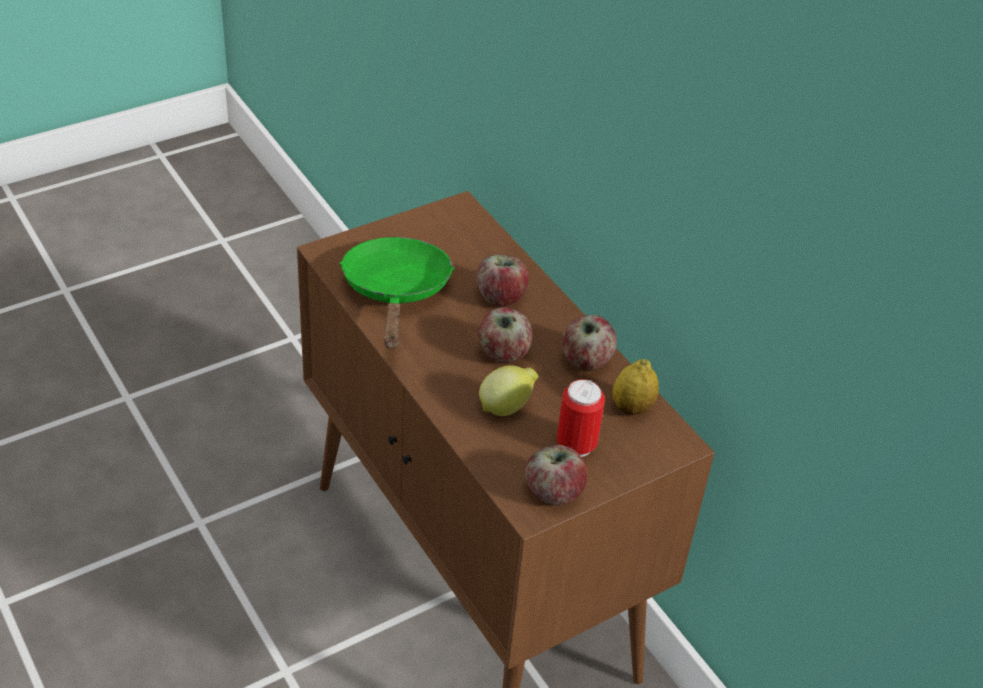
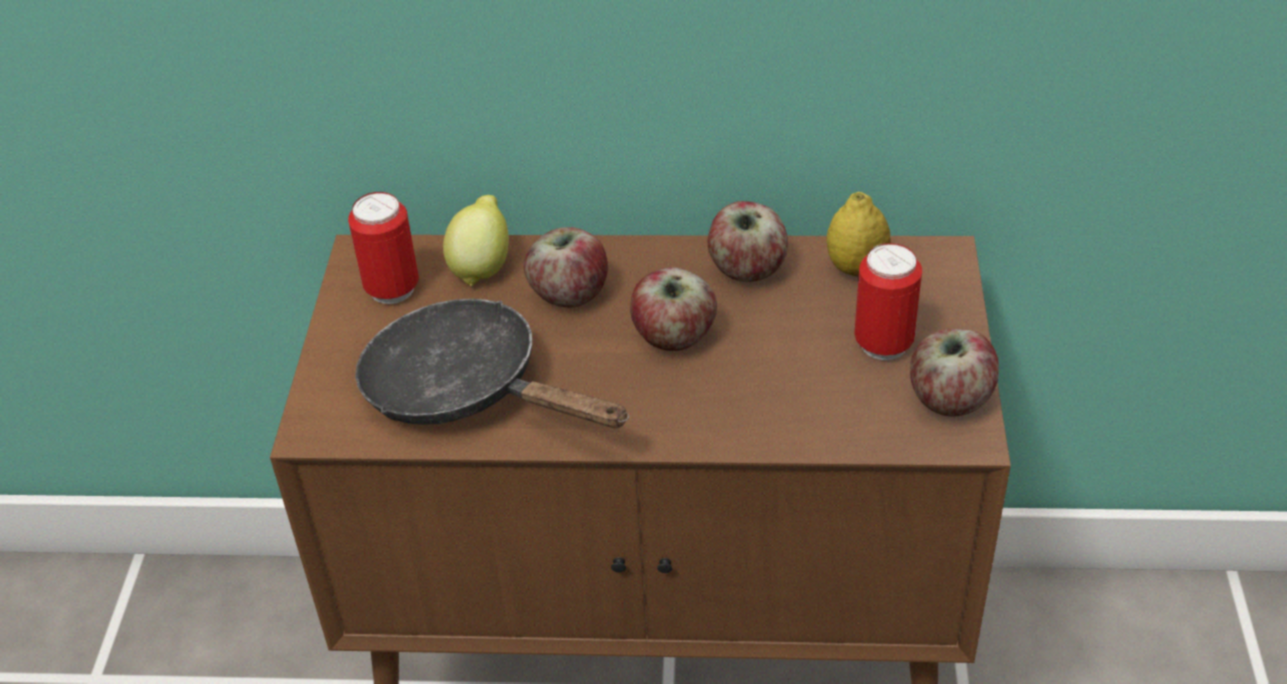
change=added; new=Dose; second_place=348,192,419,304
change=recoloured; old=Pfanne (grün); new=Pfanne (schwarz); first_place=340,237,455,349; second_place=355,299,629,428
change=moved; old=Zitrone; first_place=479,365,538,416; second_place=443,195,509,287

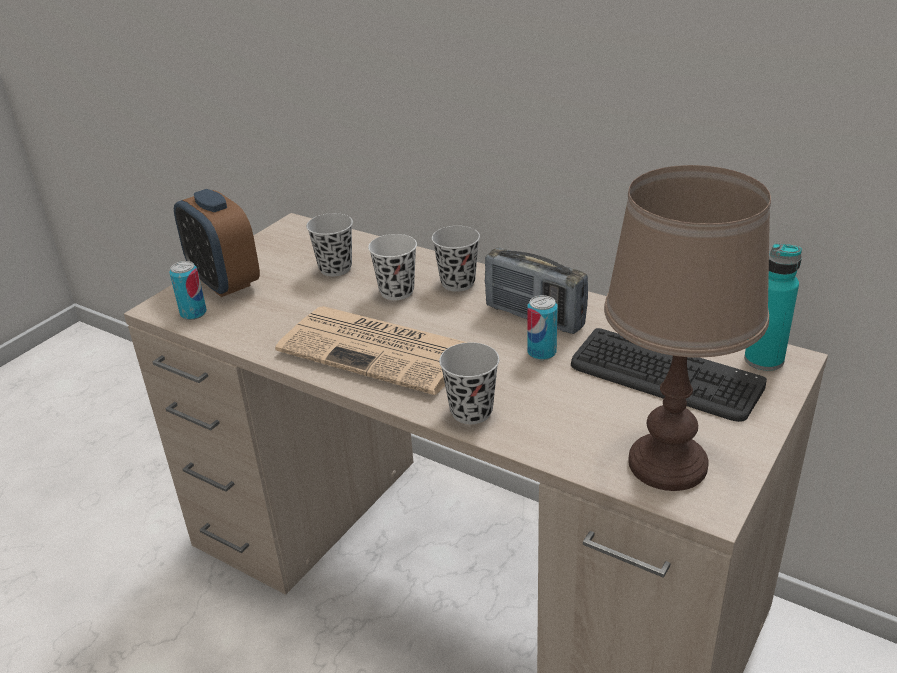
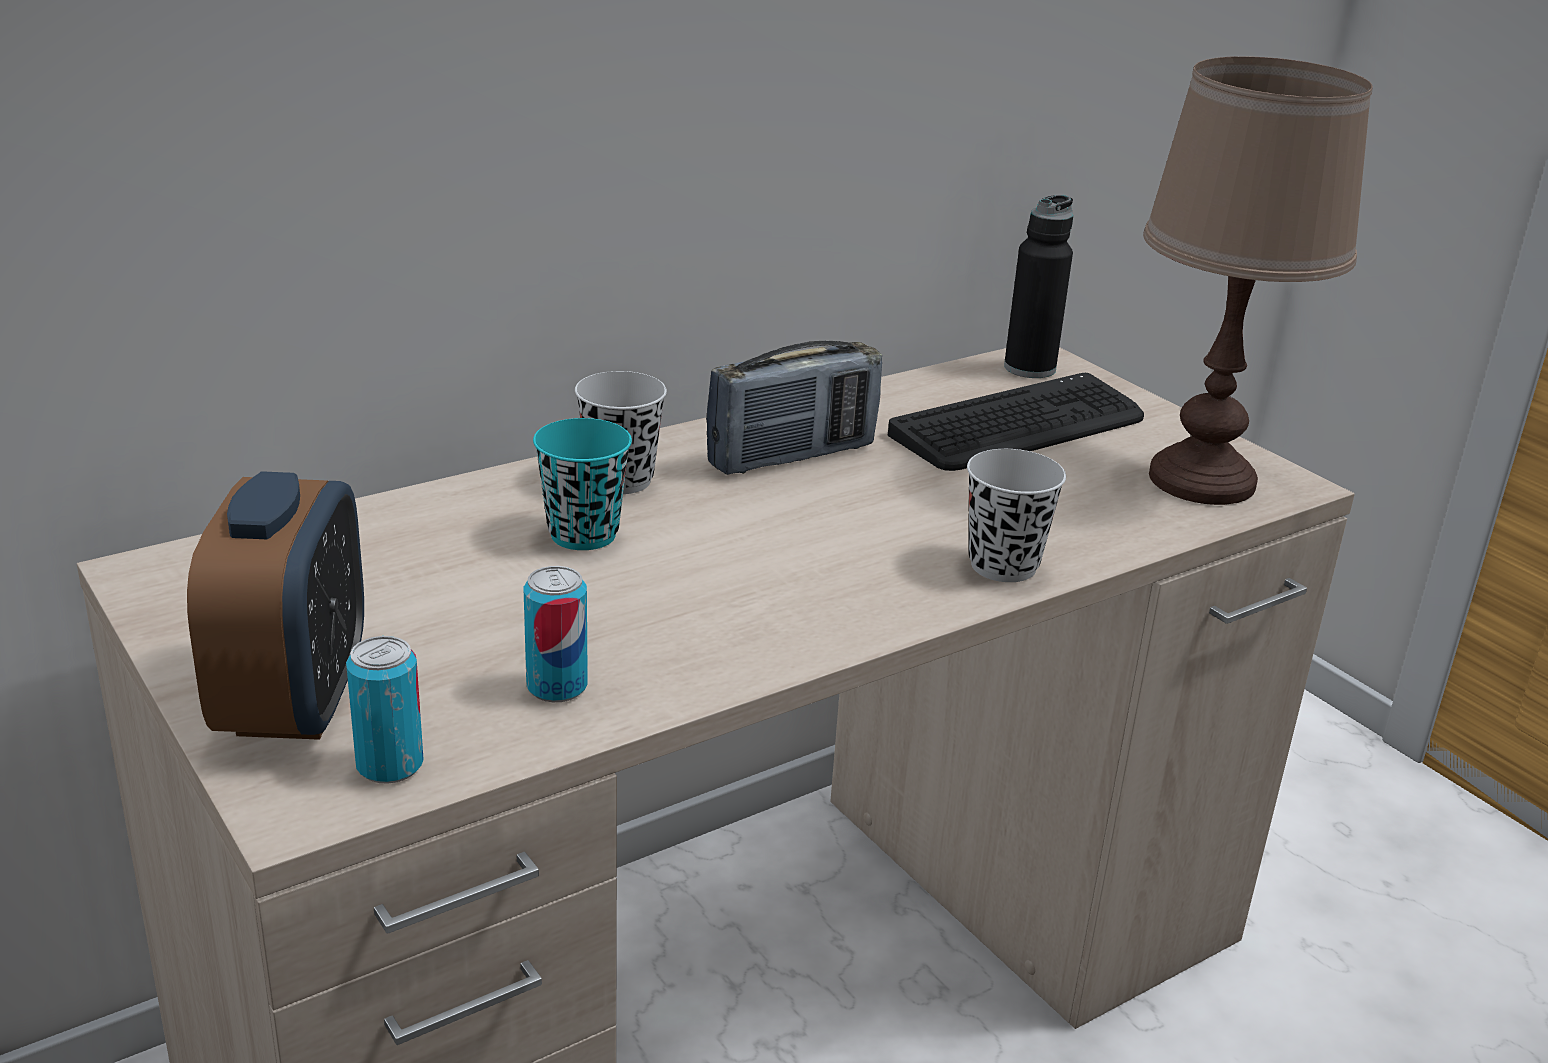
change=turned; old=Wecker; first_place=174,189,260,297; second_place=187,471,364,740; degrees=-75
change=moved; old=Dose; first_place=527,295,557,360; second_place=524,566,588,702
change=recoloured; old=Tasse (weiß); new=Tasse (türkis); first_place=368,234,417,300; second_place=533,418,632,550
change=recoloured; old=Flasche (türkis); new=Flasche (schwarz); first_place=744,243,802,371; second_place=1004,195,1073,378
change=removed; old=Zeitung; first_place=275,306,468,395
change=removed; old=Tasse (schwarz); first_place=306,213,353,276

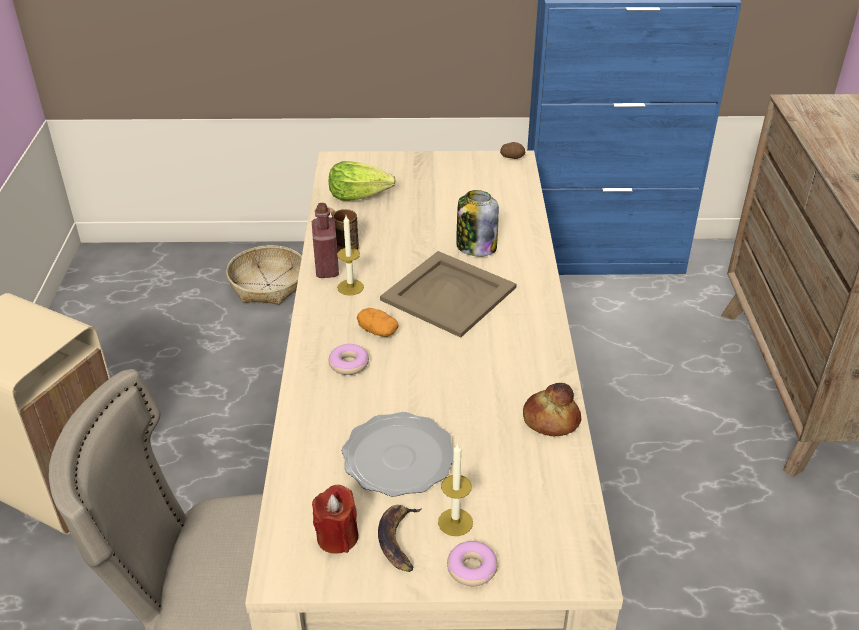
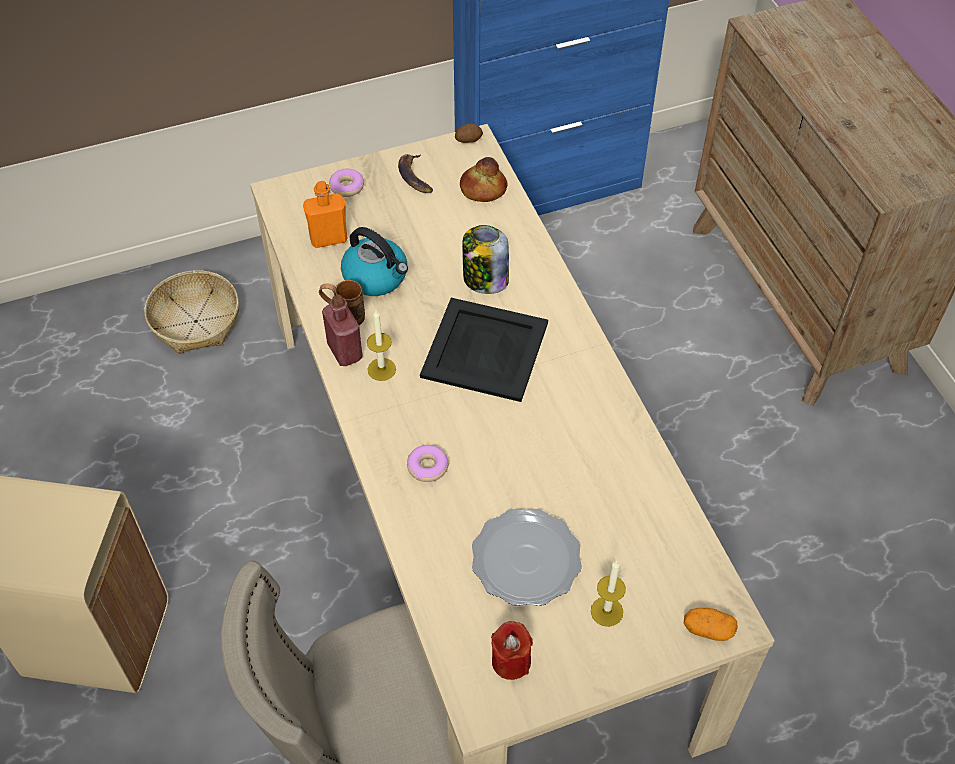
change=replaced; old=Salatkopf; new=Flasche (orange); first_place=329,161,396,201; second_place=303,181,348,248
change=moved; old=Donut; first_place=447,541,498,586; second_place=329,169,364,197
change=added; new=Wasserkessel; second_place=341,227,408,296
change=moved; old=Banane; first_place=378,505,422,572; second_place=398,154,433,193
change=recoloured; old=Tablett (beige); new=Tablett (schwarz); first_place=380,251,517,338; second_place=420,298,548,402
change=moved; old=Brot; first_place=523,383,581,436; second_place=460,157,507,202
change=moved; old=Kartoffel; first_place=357,308,399,337; second_place=684,608,737,641

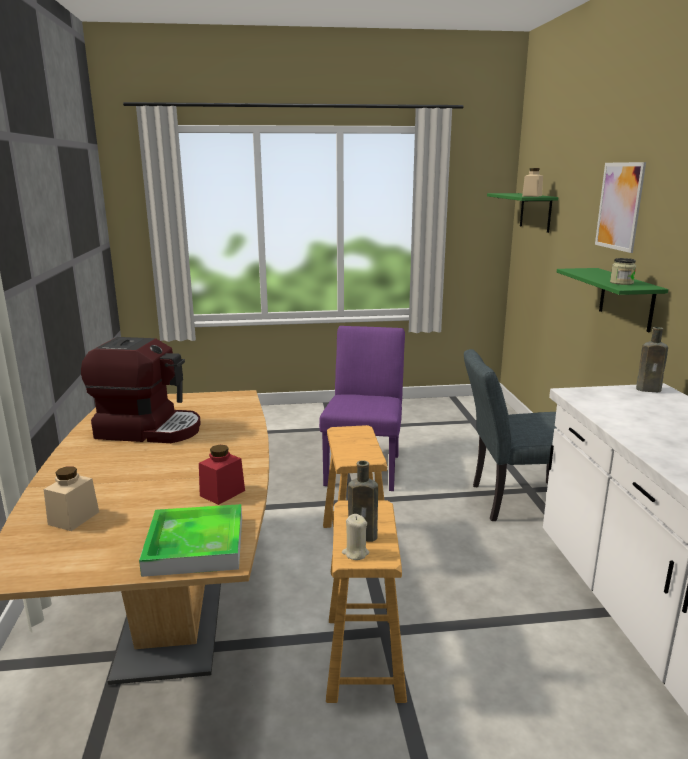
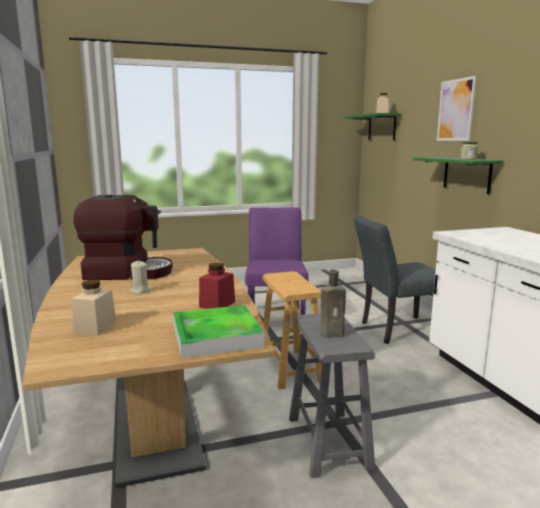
change=moved; old=Kerze (beige); first_place=342,514,369,560; second_place=130,260,151,294
change=recoloured; old=Hocker (braun); new=Hocker (grau); first_place=326,501,407,703; second_place=289,313,375,478
change=removed; old=Flasche (braun); first_place=636,327,668,392

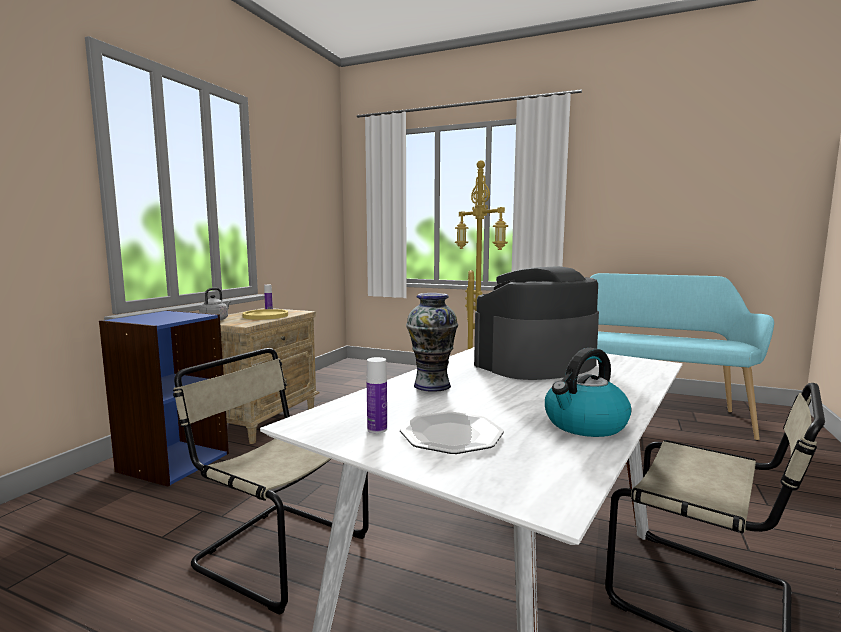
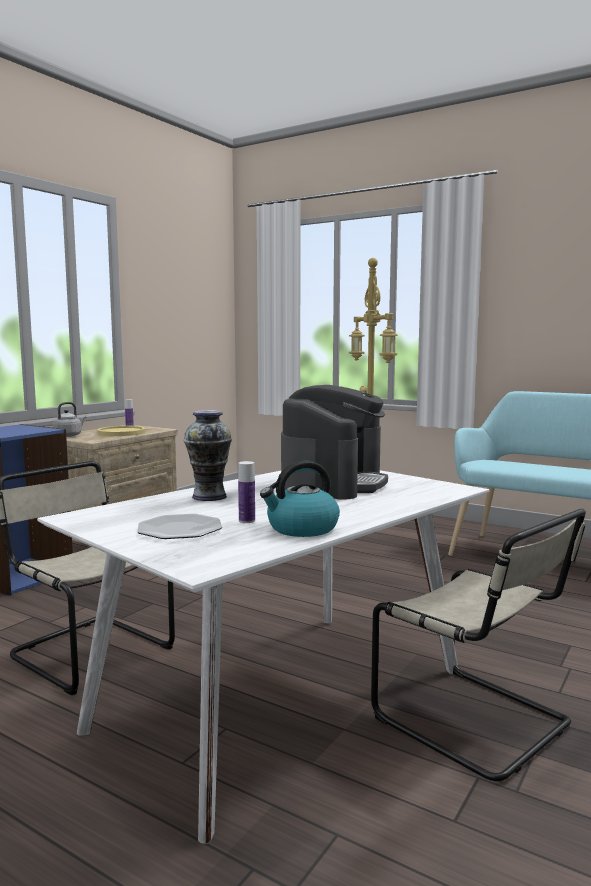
change=moved; old=Flasche; first_place=367,357,387,433; second_place=238,461,255,523
change=turned; old=Kaffeemaschine; first_place=474,266,599,380; second_place=281,385,388,500; degrees=135

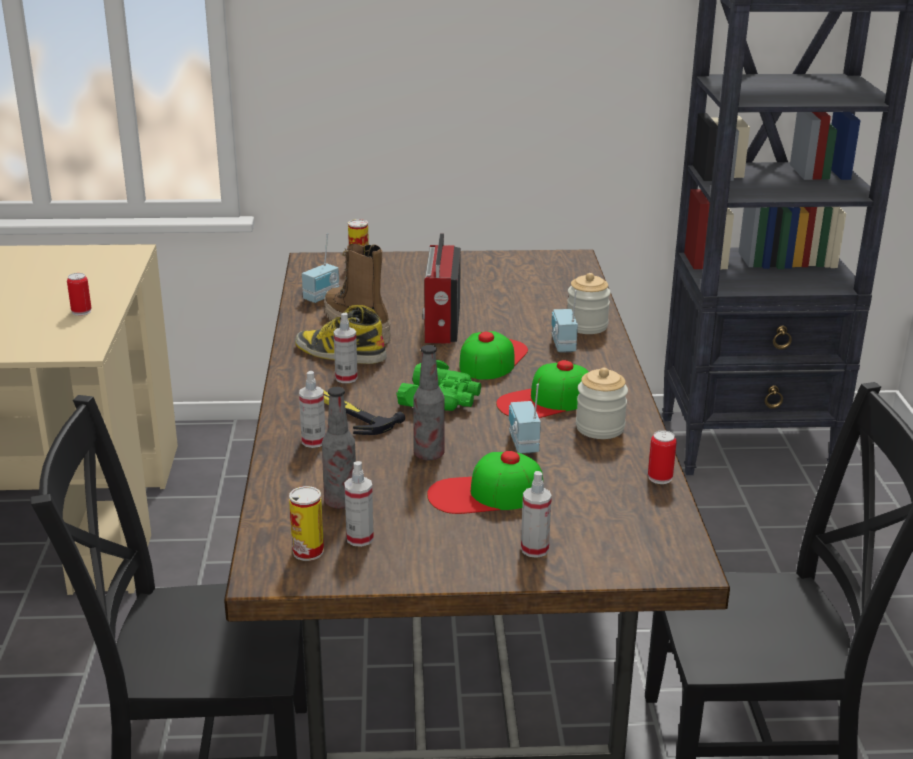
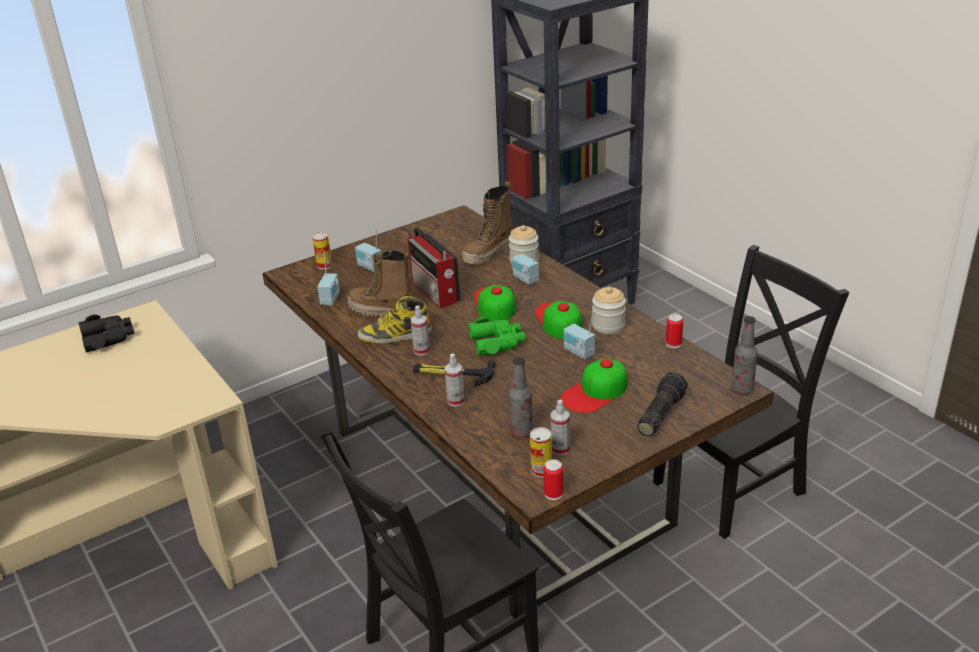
change=added; new=Fernglas (schwarz); second_place=78,315,134,353
change=added; new=Radio; second_place=355,229,381,272
change=added; new=Stiefel; second_place=462,182,513,265
change=turned; old=Kappe; first_place=496,360,589,418; second_place=535,301,583,339; degrees=135
change=moved; old=Dose; first_place=67,273,91,316; second_place=543,459,563,500
change=replaced; old=Sprühflasche; new=Taschenlampe; first_place=521,471,552,558; second_place=637,372,688,436
change=moved; old=Flasche; first_place=413,345,445,460; second_place=731,316,758,395

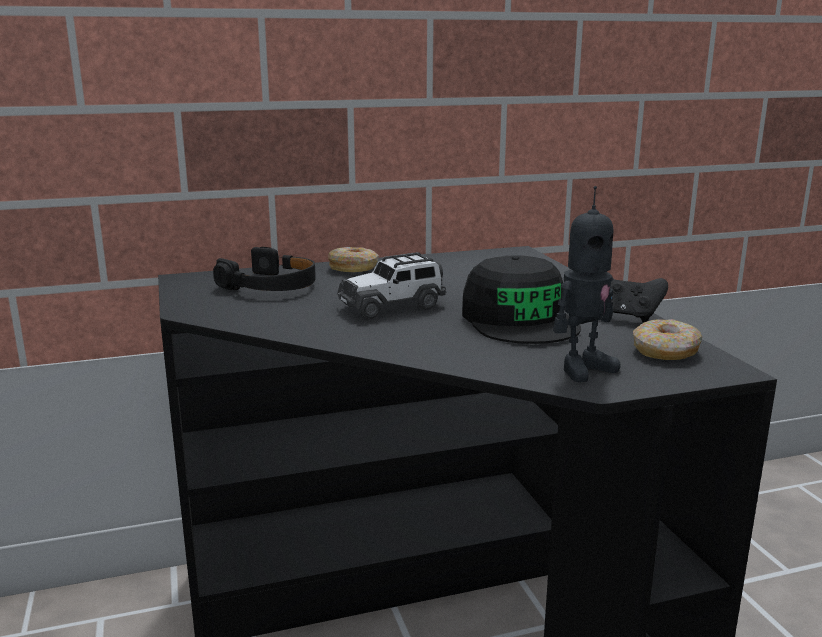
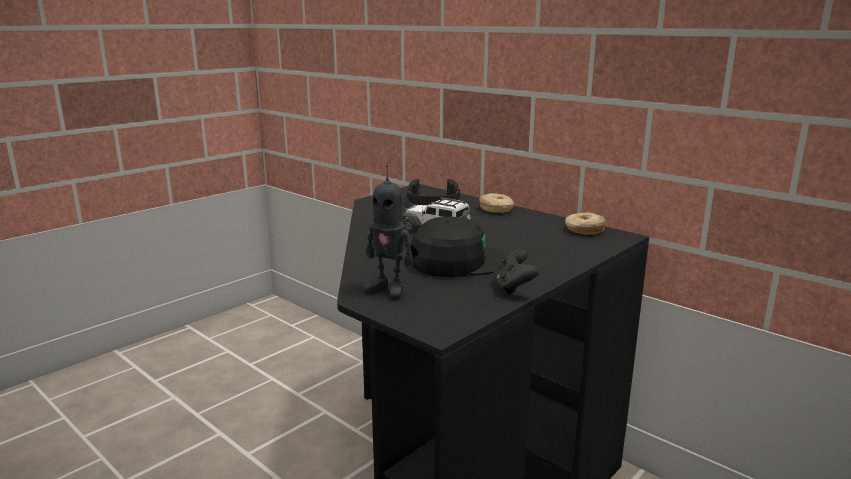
change=turned; old=Kappe (schwarz); first_place=462,255,581,344; second_place=411,217,508,277; degrees=-150
change=moved; old=Donut; first_place=633,319,702,360; second_place=565,212,606,235

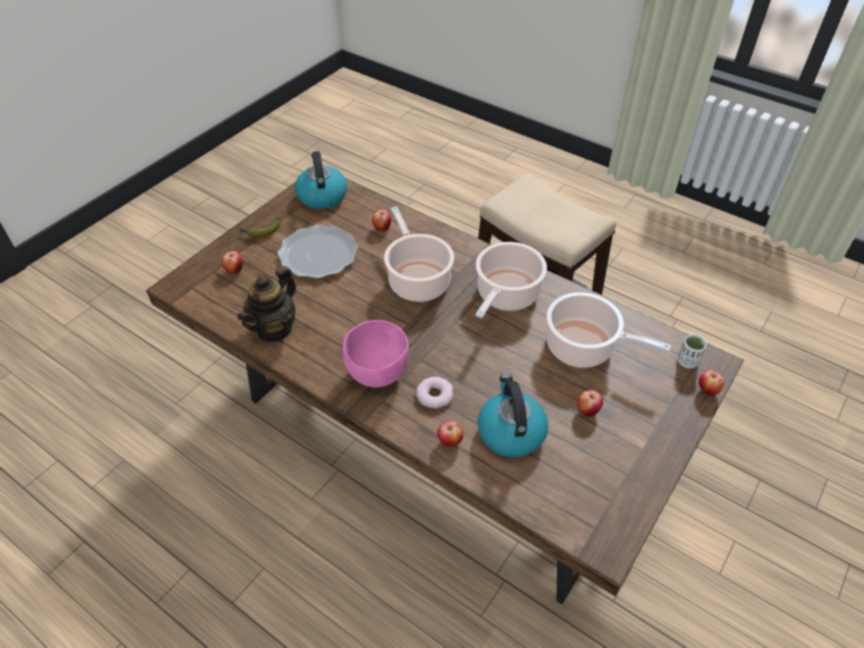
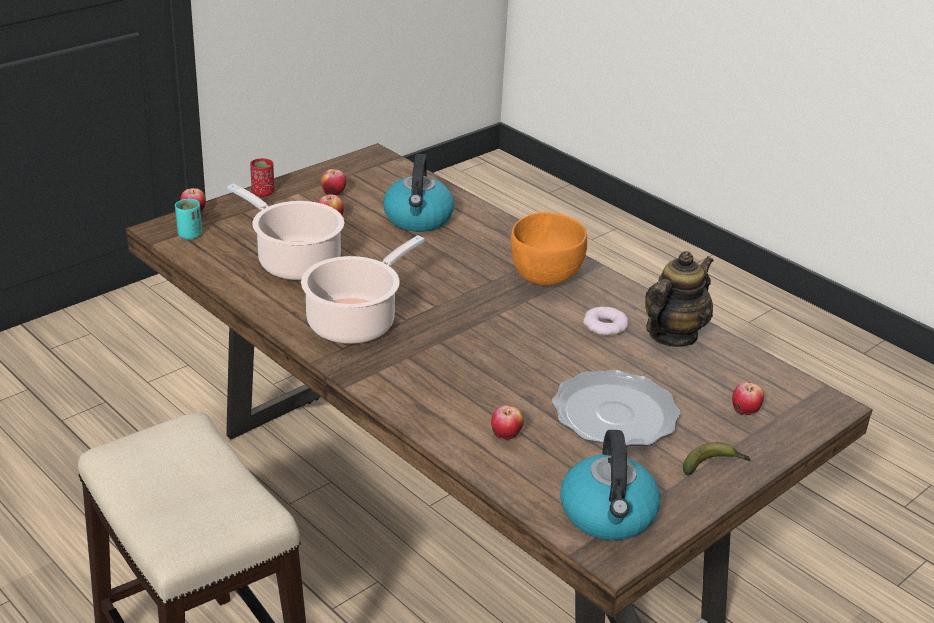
change=recoloured; old=Tasse (weiß); new=Tasse (türkis); first_place=678,334,706,368; second_place=175,199,202,239
change=added; new=Tasse (rot); second_place=250,158,274,197
change=moved; old=Apfel; first_place=437,421,463,447; second_place=321,169,346,196
change=recoloured; old=Schüssel (rosa); new=Schüssel (orange); first_place=343,320,409,388; second_place=511,212,587,286
change=moved; old=Donut; first_place=416,377,453,409; second_place=583,307,629,336
change=removed; old=Kochtopf; first_place=384,207,454,302

